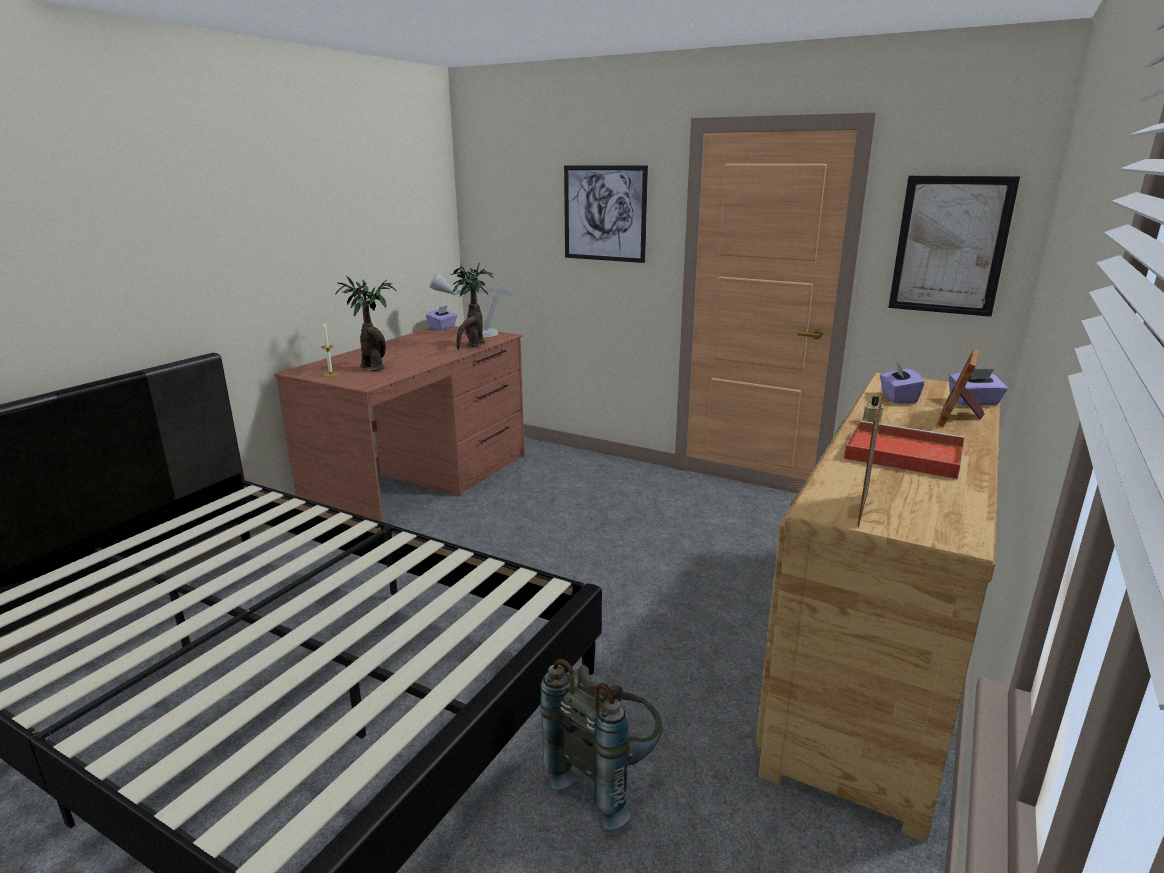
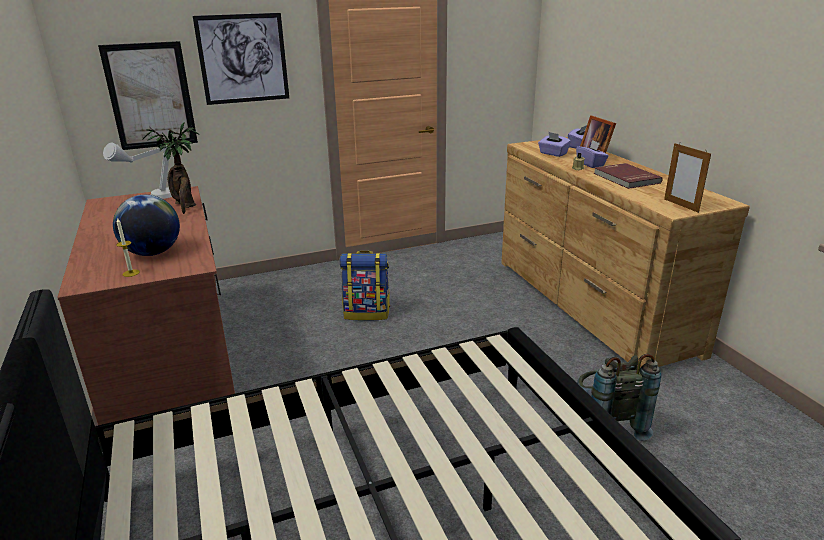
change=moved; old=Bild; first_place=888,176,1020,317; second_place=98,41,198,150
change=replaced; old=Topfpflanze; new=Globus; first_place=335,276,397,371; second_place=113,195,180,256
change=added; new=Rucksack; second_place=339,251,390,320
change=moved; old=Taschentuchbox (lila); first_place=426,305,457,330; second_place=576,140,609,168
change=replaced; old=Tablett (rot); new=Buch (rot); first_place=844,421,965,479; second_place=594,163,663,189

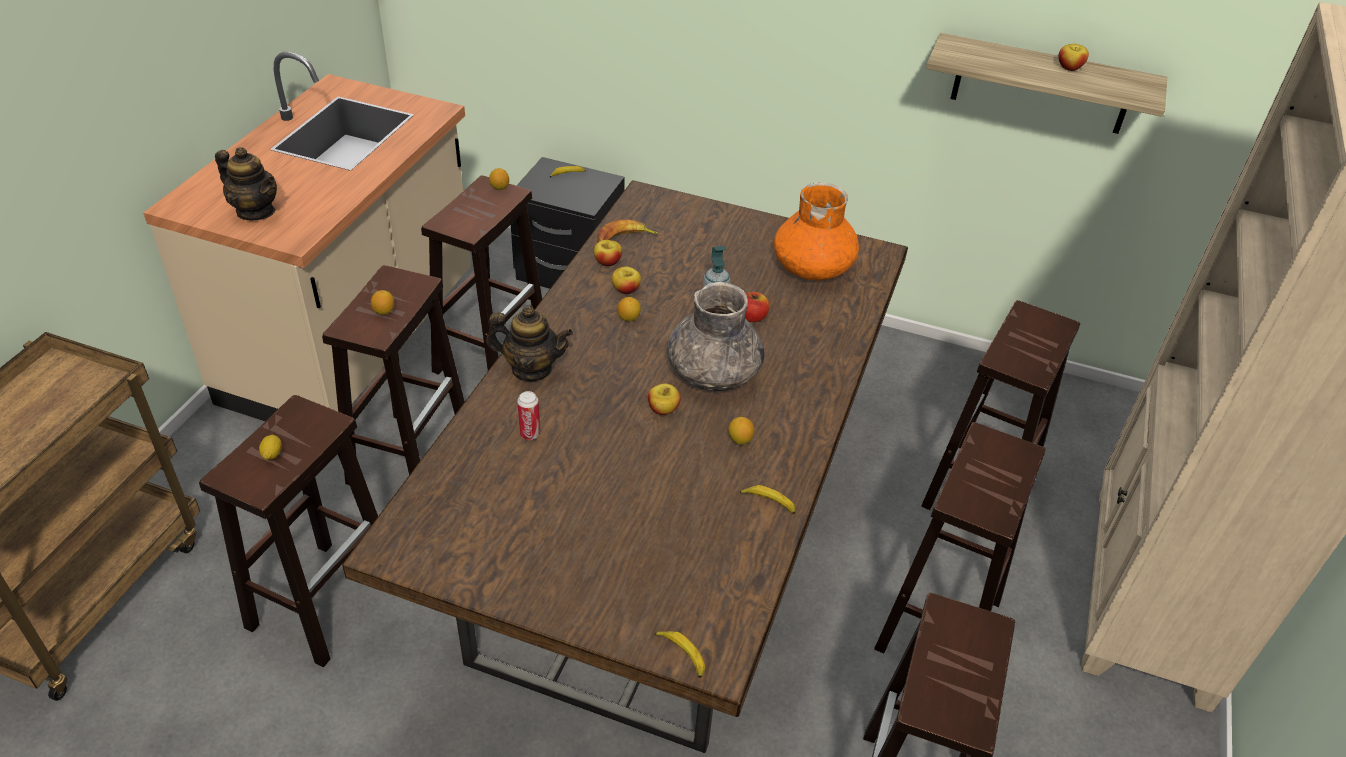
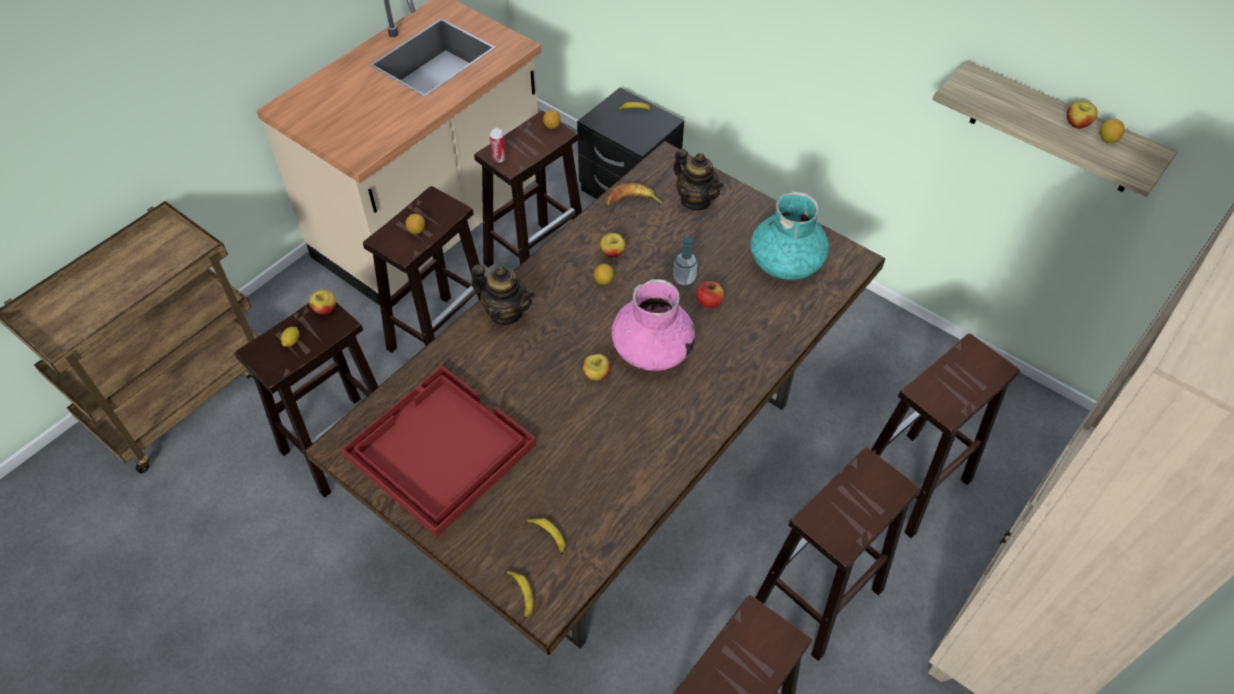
change=moved; old=Apfel; first_place=594,240,622,266; second_place=309,290,336,315
change=added; new=Tablett (rot); second_place=341,366,536,537
change=moved; old=Dose; first_place=517,391,540,440; second_place=490,128,506,162
change=moved; old=Banane; first_place=740,485,795,514; second_place=527,519,566,554
change=recoloured; old=Vase (grau); new=Vase (rosa); first_place=668,282,764,391; second_place=611,279,695,371
change=moved; old=Teekanne; first_place=215,147,277,220; second_place=673,148,724,210
change=recoloured; old=Vase (orange); new=Vase (türkis); first_place=774,182,859,280; second_place=751,192,829,280
change=moved; old=Zitrone; first_place=728,417,754,445; second_place=1100,119,1125,143

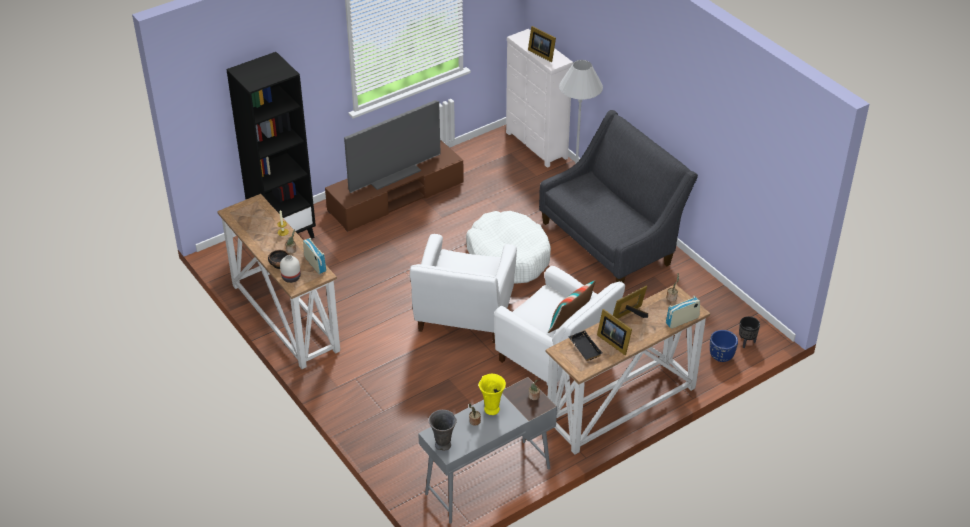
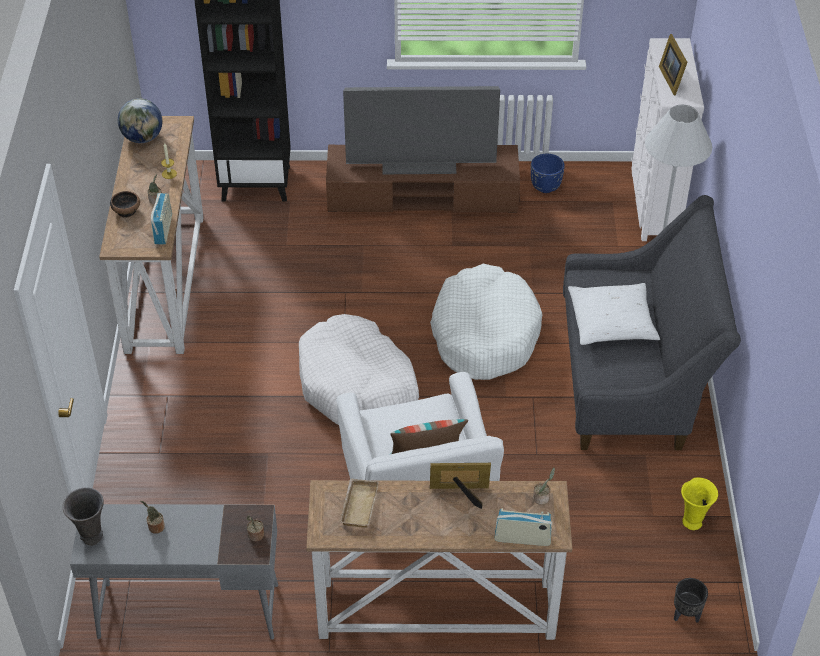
change=added; new=Globus; second_place=118,98,162,143
change=replaced; old=Sessel (weiß); new=Hundebett (weiß); first_place=410,234,517,343; second_place=299,314,419,425
change=recoloured; old=Tablett (schwarz); new=Tablett (beige); first_place=568,330,603,361; second_place=339,478,379,528
change=moved; old=Pflanzkübel (blau); first_place=710,330,738,362; second_place=531,154,565,193
change=added; new=Kissen (weiß); second_place=568,283,660,345
change=moved; old=Vase (gelb); first_place=479,374,506,415; second_place=681,478,718,530
change=removed; old=Vase (weiß); first_place=280,255,301,283
change=removed; old=Bilderrahmen; first_place=597,309,632,355

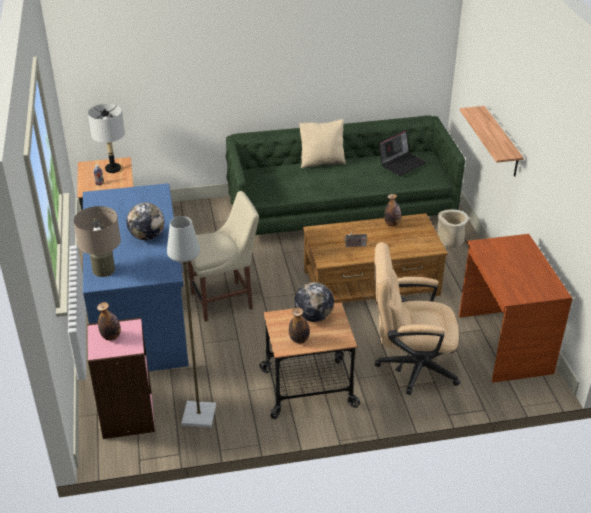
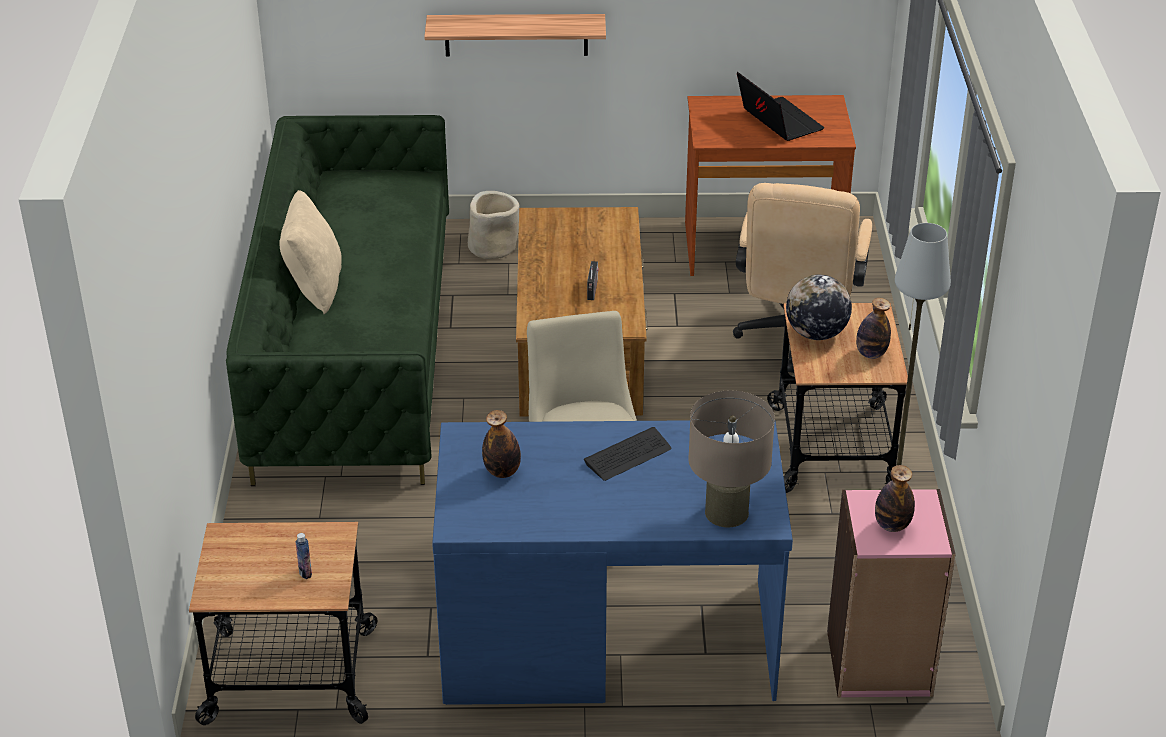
change=moved; old=Flasche; first_place=384,194,401,227; second_place=482,410,521,478
change=replaced; old=Globus; new=Tastatur; first_place=126,203,165,240; second_place=584,427,671,481
change=moved; old=Laptop; first_place=379,130,427,176; second_place=737,72,824,141
change=removed; old=Tischlampe (grau); first_place=88,103,125,173

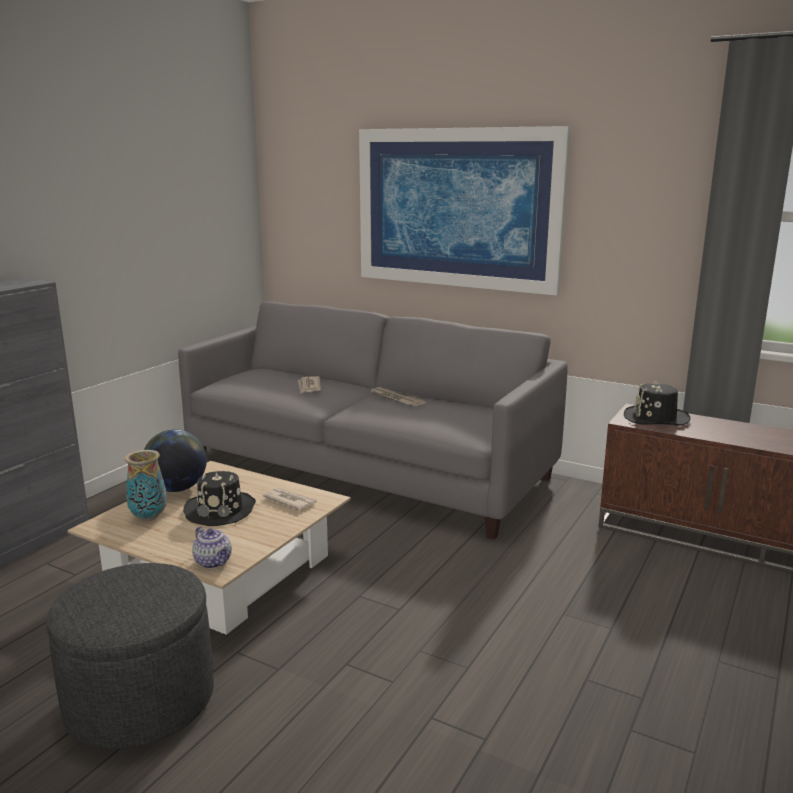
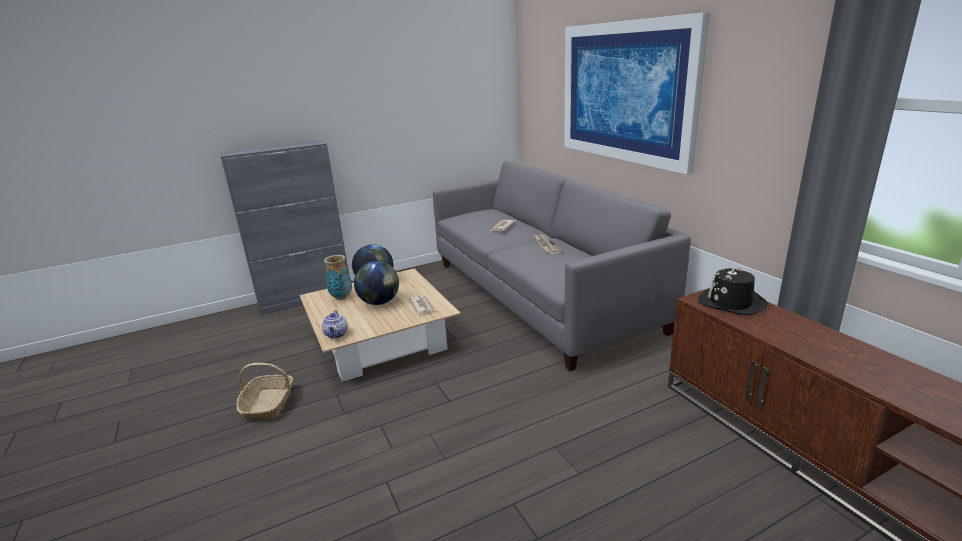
change=replaced; old=Polsterhocker (grau); new=Korb; first_place=46,563,214,749; second_place=236,363,293,420
change=replaced; old=Hut (schwarz); new=Globus; first_place=183,471,256,526; second_place=354,261,399,305

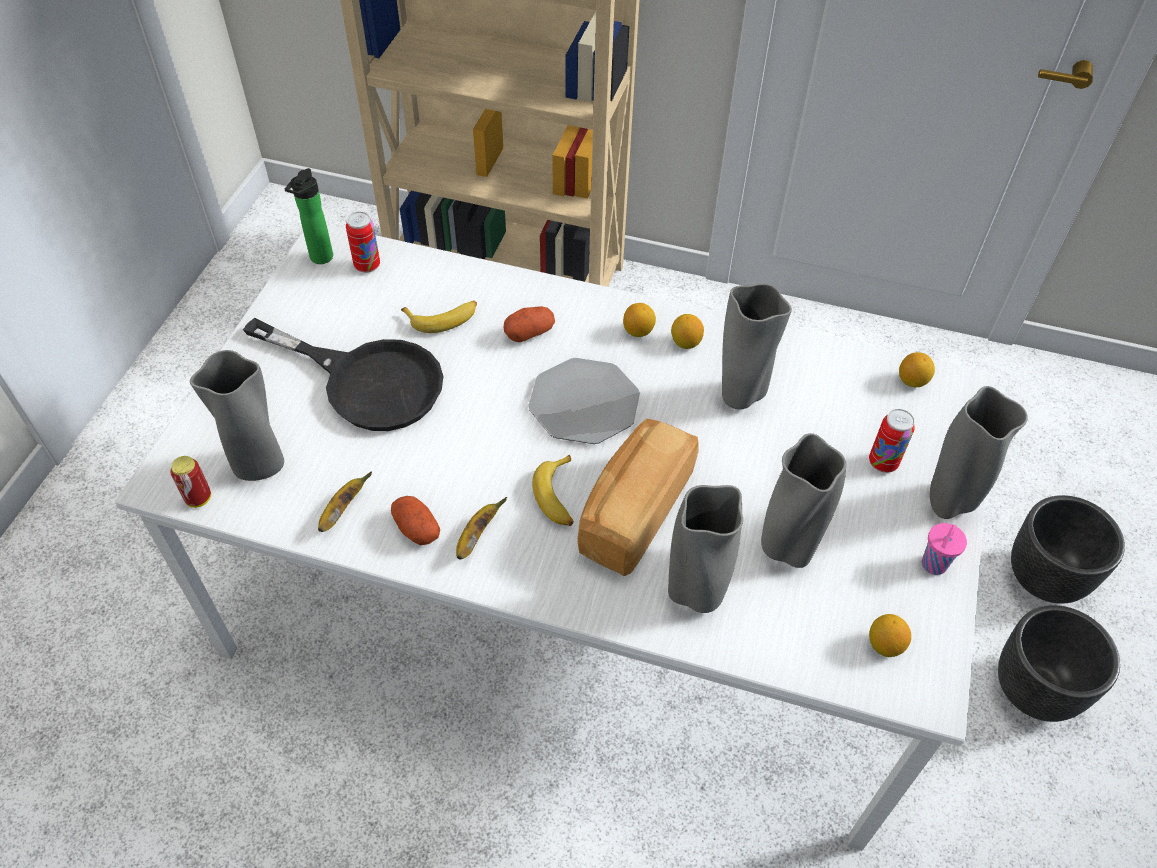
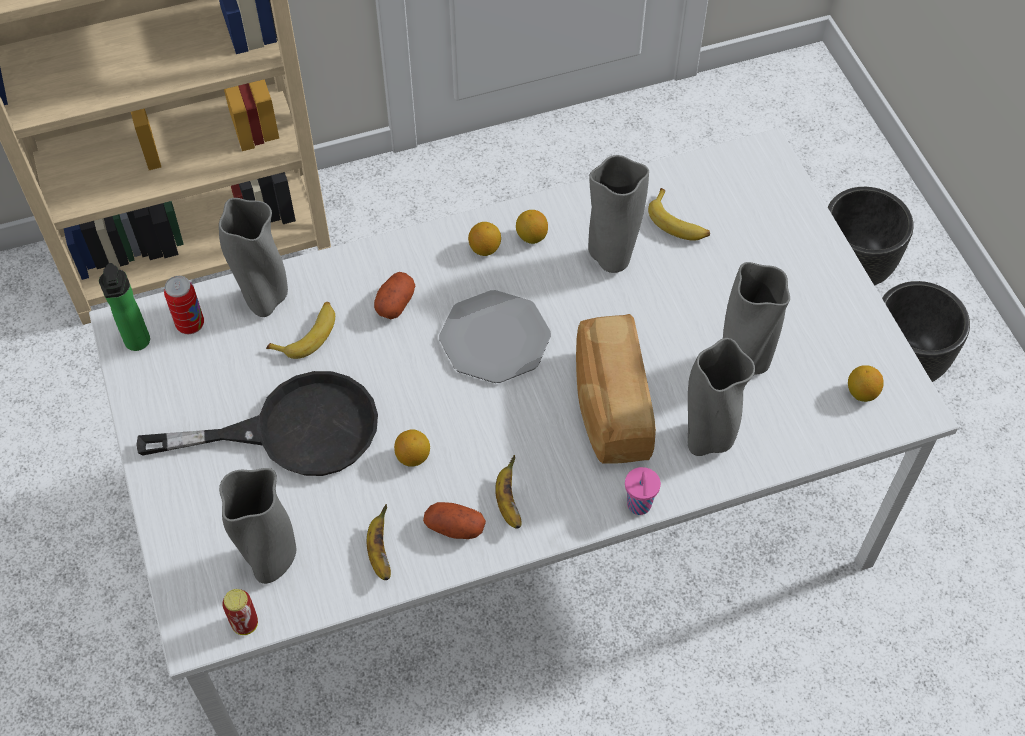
change=moved; old=Vase (grau); first_place=930,386,1028,519; second_place=219,198,288,317
change=moved; old=Zitrone; first_place=899,352,935,387; second_place=394,429,430,467
change=moved; old=Tasse (rosa); first_place=922,523,967,575; second_place=625,467,661,515
change=moved; old=Banane; first_place=532,454,574,526; second_place=648,188,710,241
change=removed; old=Dose; first_place=869,409,915,473

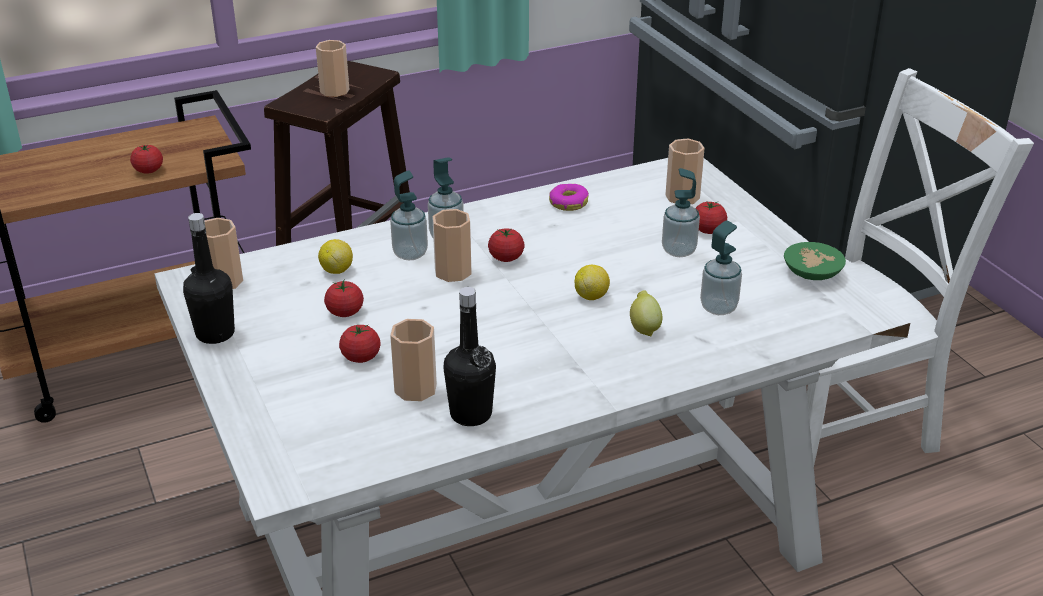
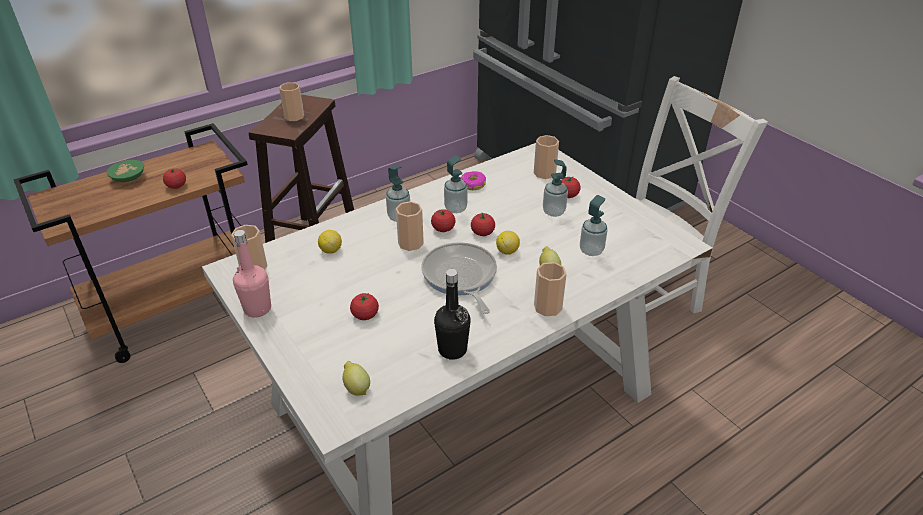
change=moved; old=Schüssel (grün); first_place=784,242,846,280; second_place=107,160,144,182
change=recoloured; old=Flasche (schwarz); new=Flasche (rosa); first_place=183,213,235,344; second_place=233,230,271,318
change=added; new=Zitrone; second_place=343,361,370,396
change=added; new=Pfanne; second_place=421,242,497,314
change=moved; old=Seifenspender; first_place=390,170,428,260; second_place=444,155,468,213
change=moved; old=Tomate; first_place=324,280,364,317; second_place=471,213,495,236
change=moved; old=Tasse; first_place=390,319,437,401; second_place=534,262,567,316

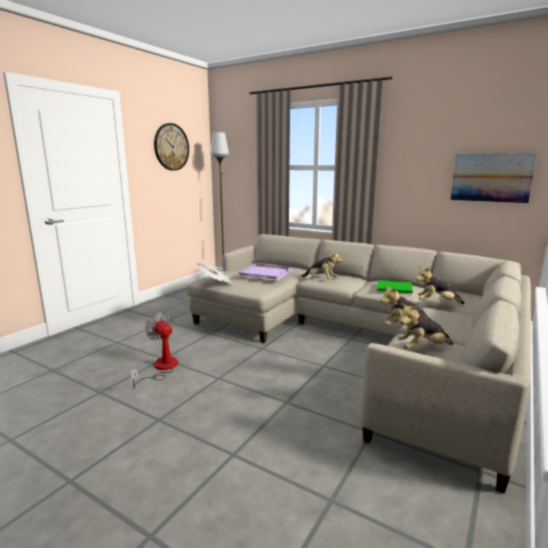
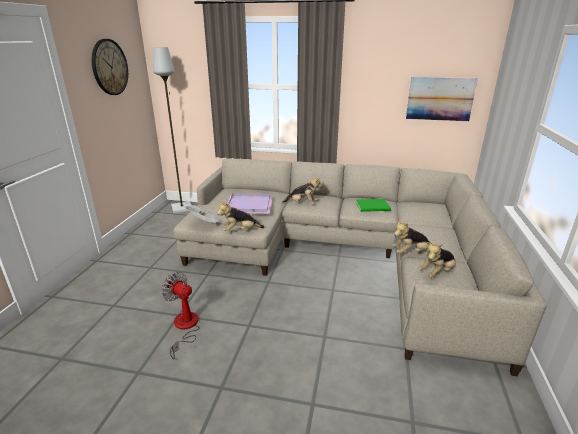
change=moved; old=Plüschtier; first_place=415,266,465,304; second_place=217,201,265,231

